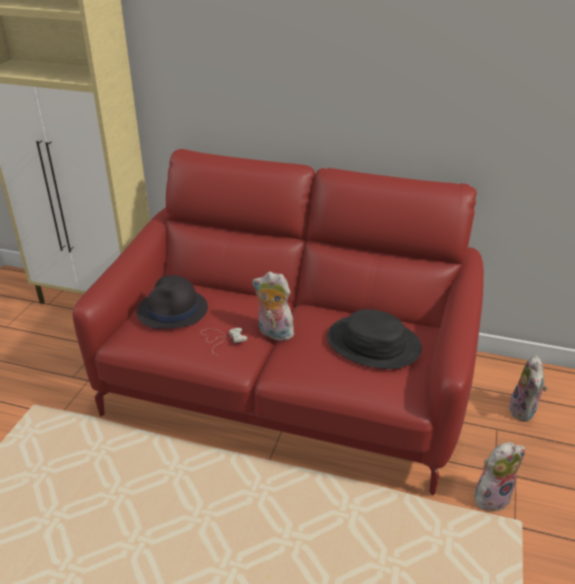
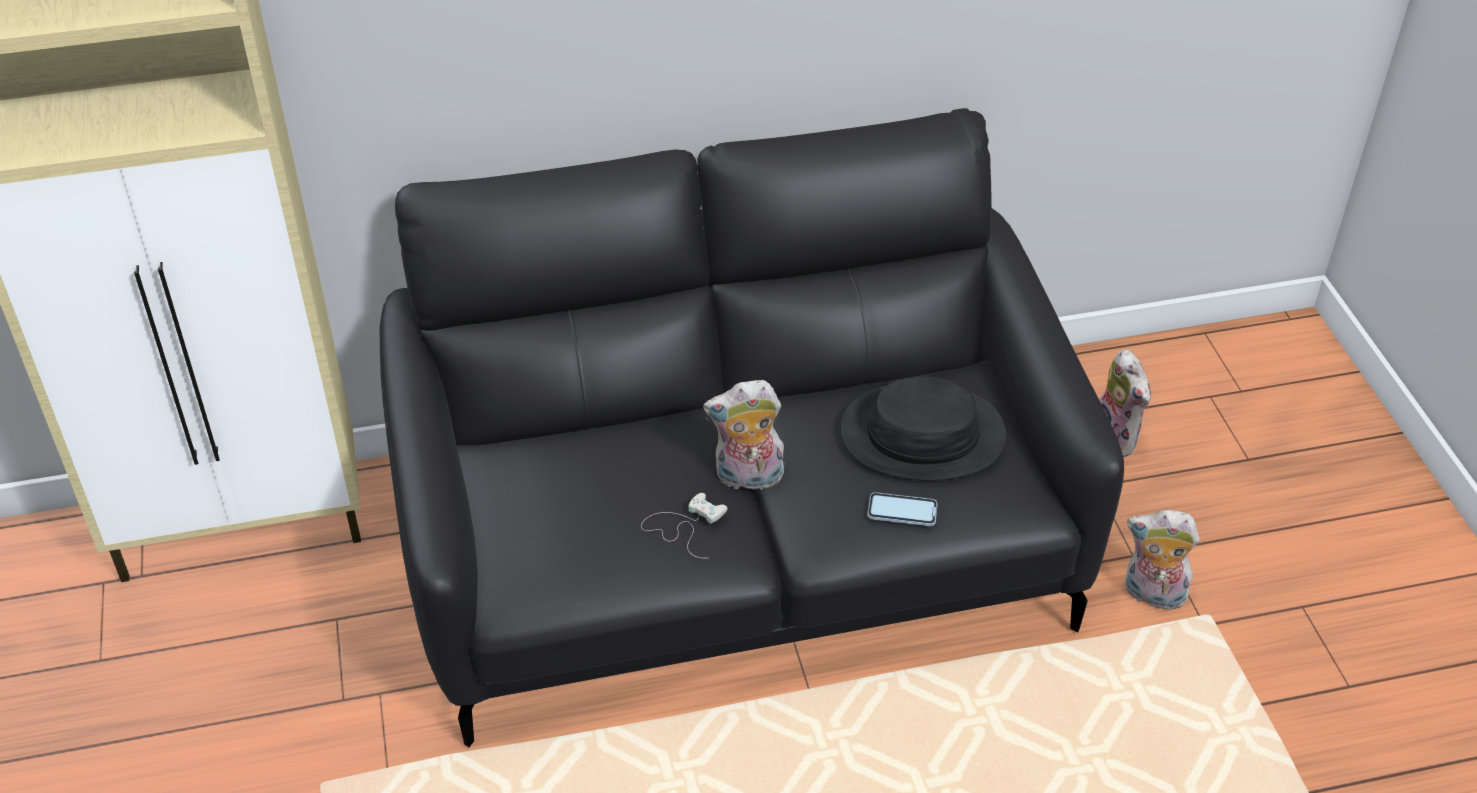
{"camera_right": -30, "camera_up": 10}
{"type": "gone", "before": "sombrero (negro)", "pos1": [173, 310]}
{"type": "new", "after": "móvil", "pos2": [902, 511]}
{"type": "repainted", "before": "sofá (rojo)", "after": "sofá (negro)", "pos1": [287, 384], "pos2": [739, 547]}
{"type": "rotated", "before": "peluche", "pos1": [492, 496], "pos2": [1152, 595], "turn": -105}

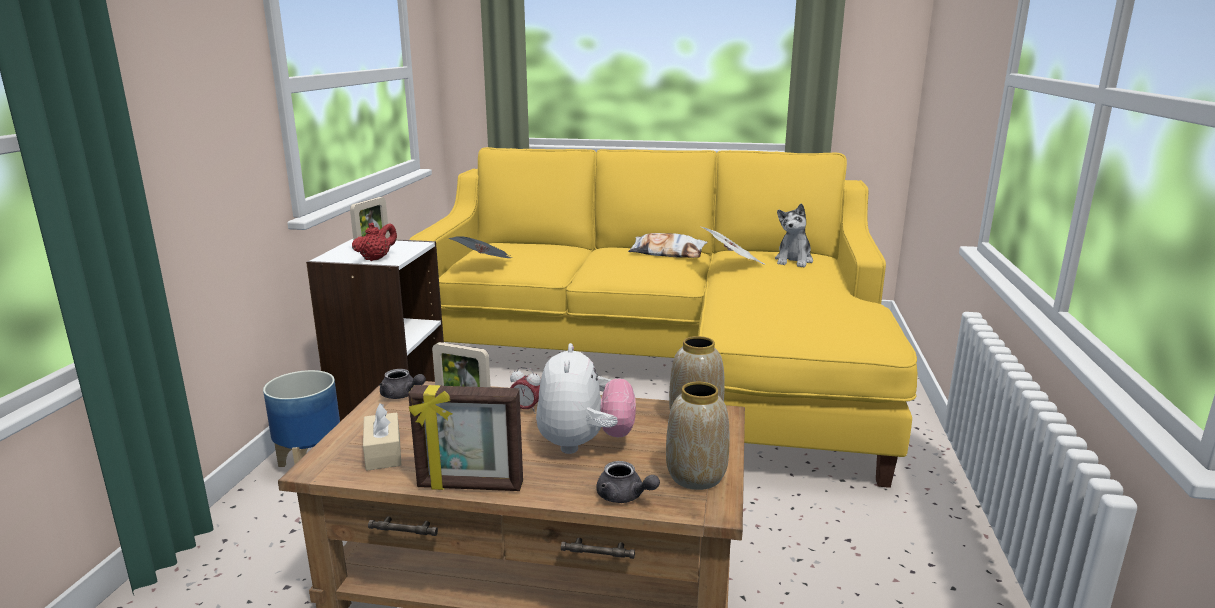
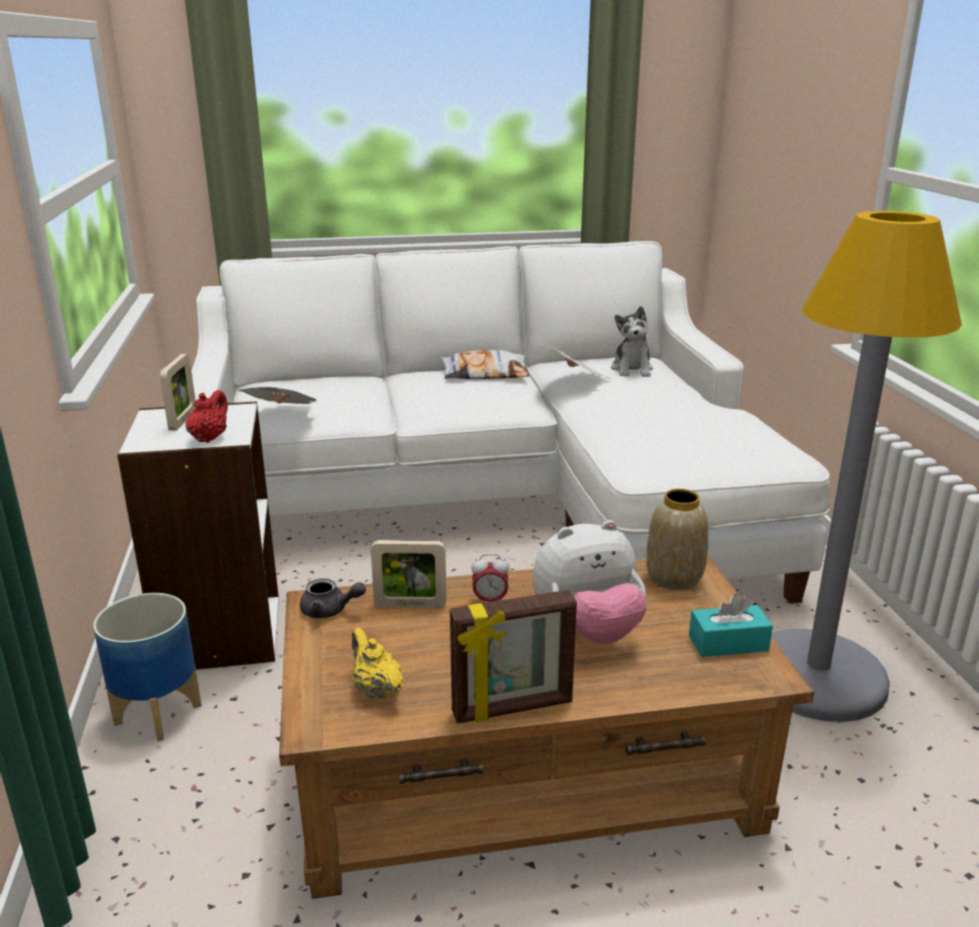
{"camera_right": -20, "camera_up": 5}
{"type": "gone", "before": "tetera (gris)", "pos1": [624, 497]}
{"type": "new", "after": "lámpara de pie (gris)", "pos2": [816, 677]}
{"type": "swapped", "before": "caja de pañuelos (beis)", "after": "tetera (amarillo)", "pos1": [383, 452], "pos2": [376, 689]}
{"type": "swapped", "before": "florero", "after": "caja de pañuelos (turquesa)", "pos1": [696, 476], "pos2": [728, 643]}
{"type": "repainted", "before": "sofá (amarillo)", "after": "sofá (blanco)", "pos1": [670, 362], "pos2": [501, 499]}
{"type": "rotated", "before": "peluche", "pos1": [584, 444], "pos2": [588, 630], "turn": 90}

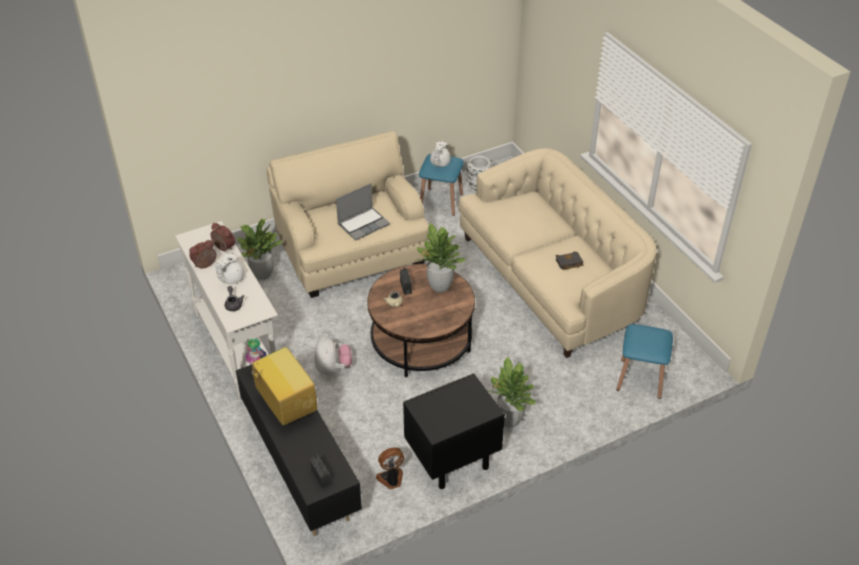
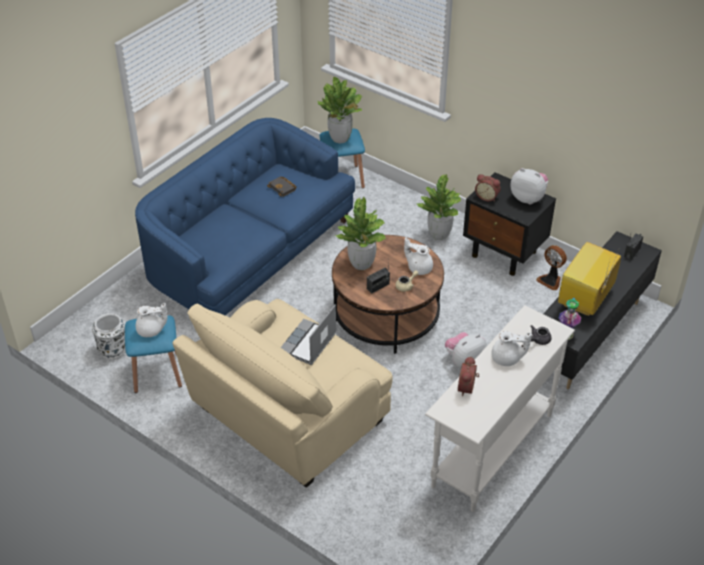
{"camera_right": -115, "camera_up": 0}
{"type": "new", "after": "tetera (blanco)", "pos2": [419, 268]}
{"type": "new", "after": "peluche", "pos2": [528, 198]}
{"type": "shifted", "before": "despertador", "pos1": [205, 265], "pos2": [487, 197]}
{"type": "shifted", "before": "planta en maceta", "pos1": [262, 274], "pos2": [340, 138]}
{"type": "repainted", "before": "sofá (beis)", "after": "sofá (azul)", "pos1": [551, 280], "pos2": [249, 254]}
{"type": "rotated", "before": "portátil", "pos1": [363, 224], "pos2": [308, 344], "turn": -90}

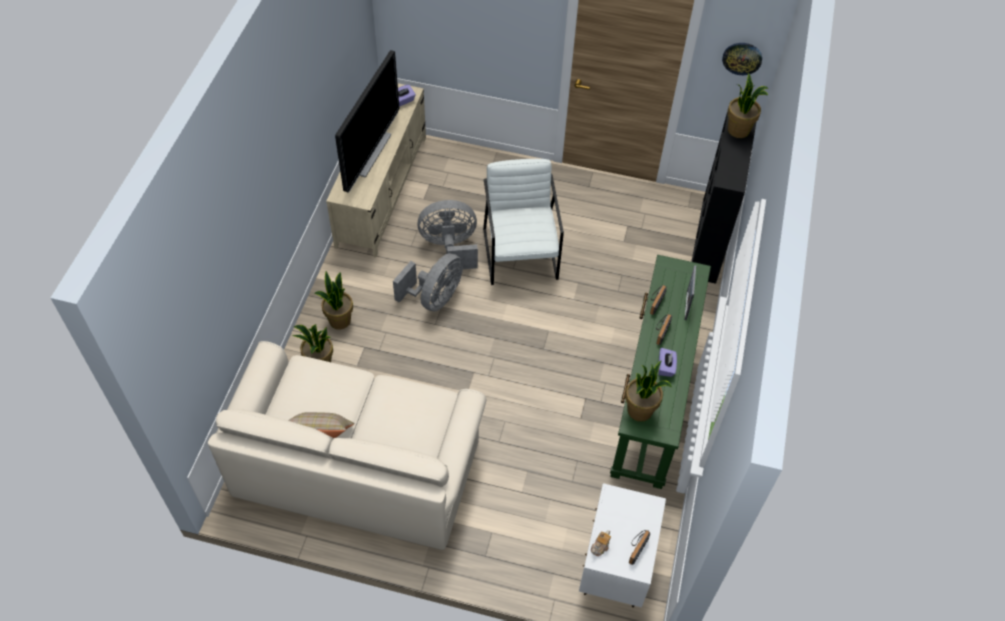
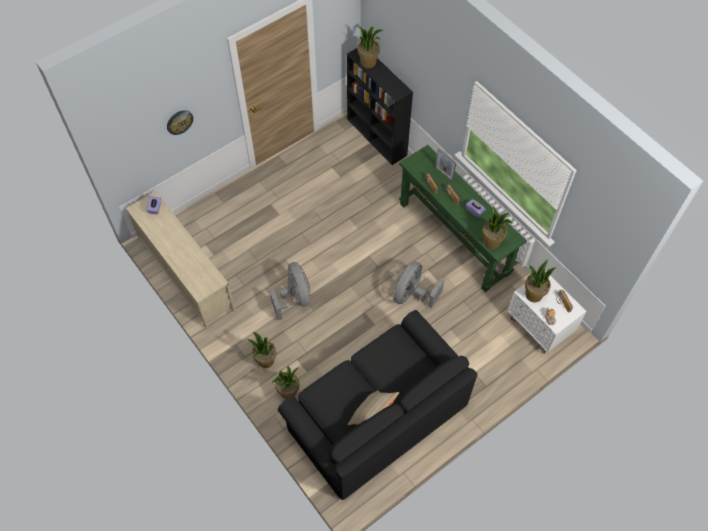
{"camera_right": -50, "camera_up": 5}
{"type": "gone", "before": "televisor", "pos1": [369, 153]}
{"type": "gone", "before": "sillón (blanco)", "pos1": [520, 253]}
{"type": "new", "after": "planta en maceta", "pos2": [533, 294]}
{"type": "shifted", "before": "ventilador (gris)", "pos1": [450, 247], "pos2": [412, 295]}
{"type": "shifted", "before": "reloj de pared", "pos1": [742, 58], "pos2": [179, 122]}
{"type": "repainted", "before": "sofá (beis)", "after": "sofá (negro)", "pos1": [357, 463], "pos2": [376, 415]}

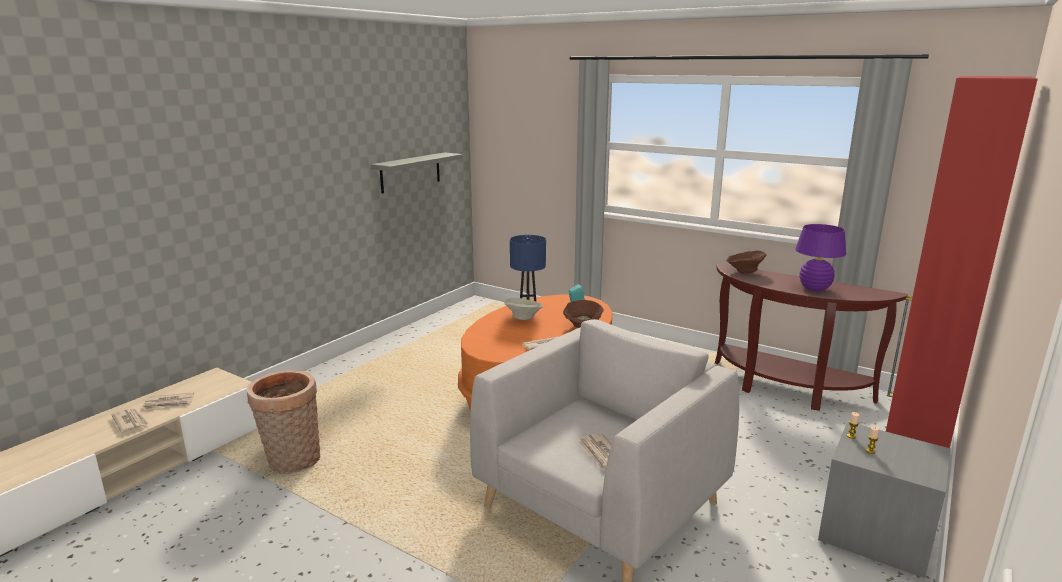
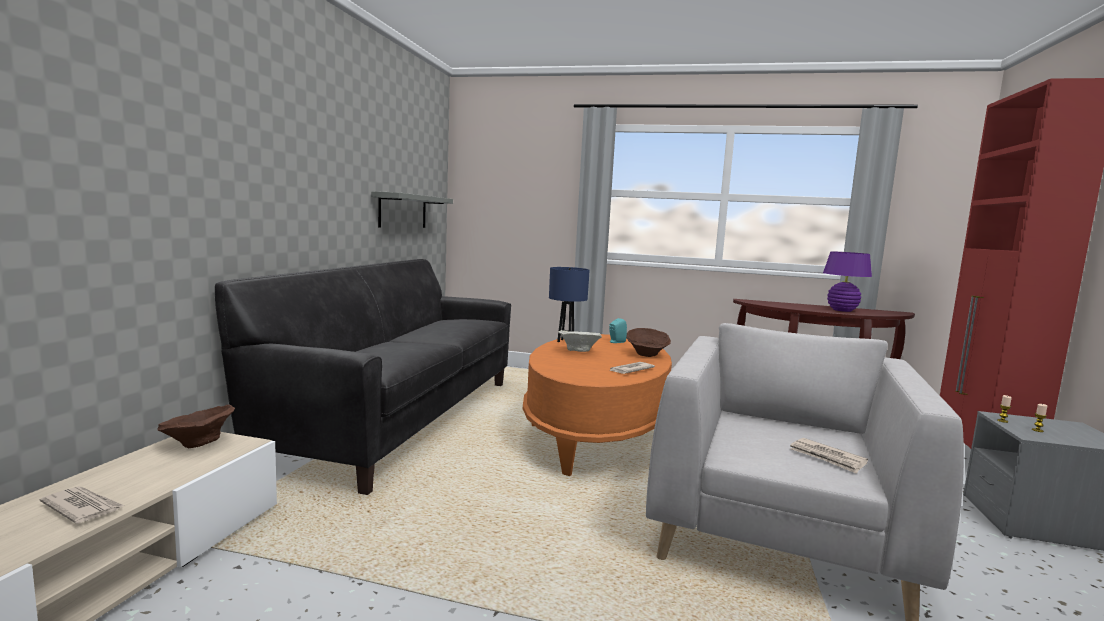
{"camera_right": -20, "camera_up": -10}
{"type": "gone", "before": "periódico", "pos1": [169, 403]}
{"type": "gone", "before": "cesta", "pos1": [292, 462]}
{"type": "new", "after": "sofá (negro)", "pos2": [401, 419]}
{"type": "shifted", "before": "cuenco (marrón)", "pos1": [744, 272], "pos2": [198, 444]}

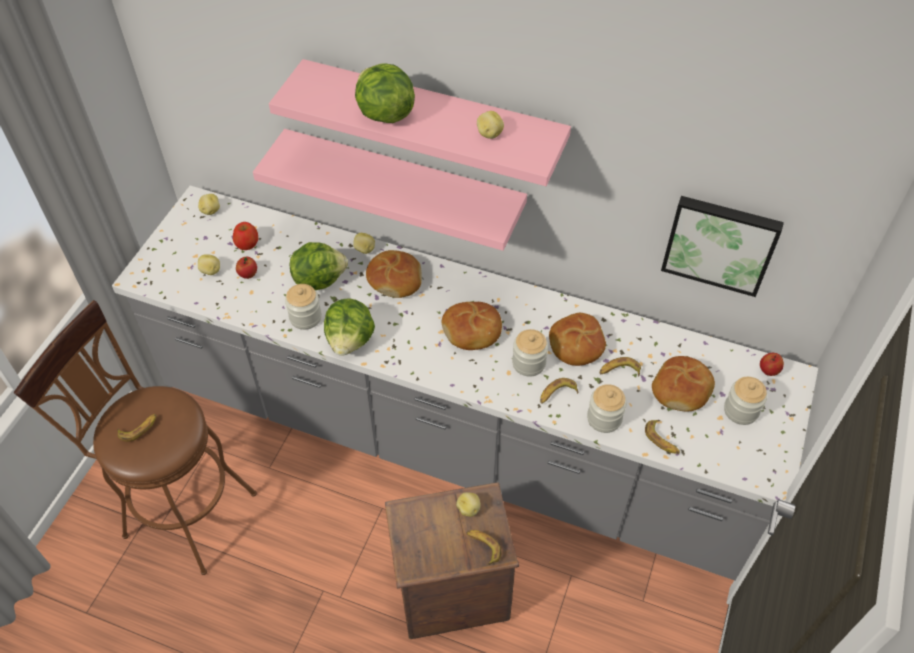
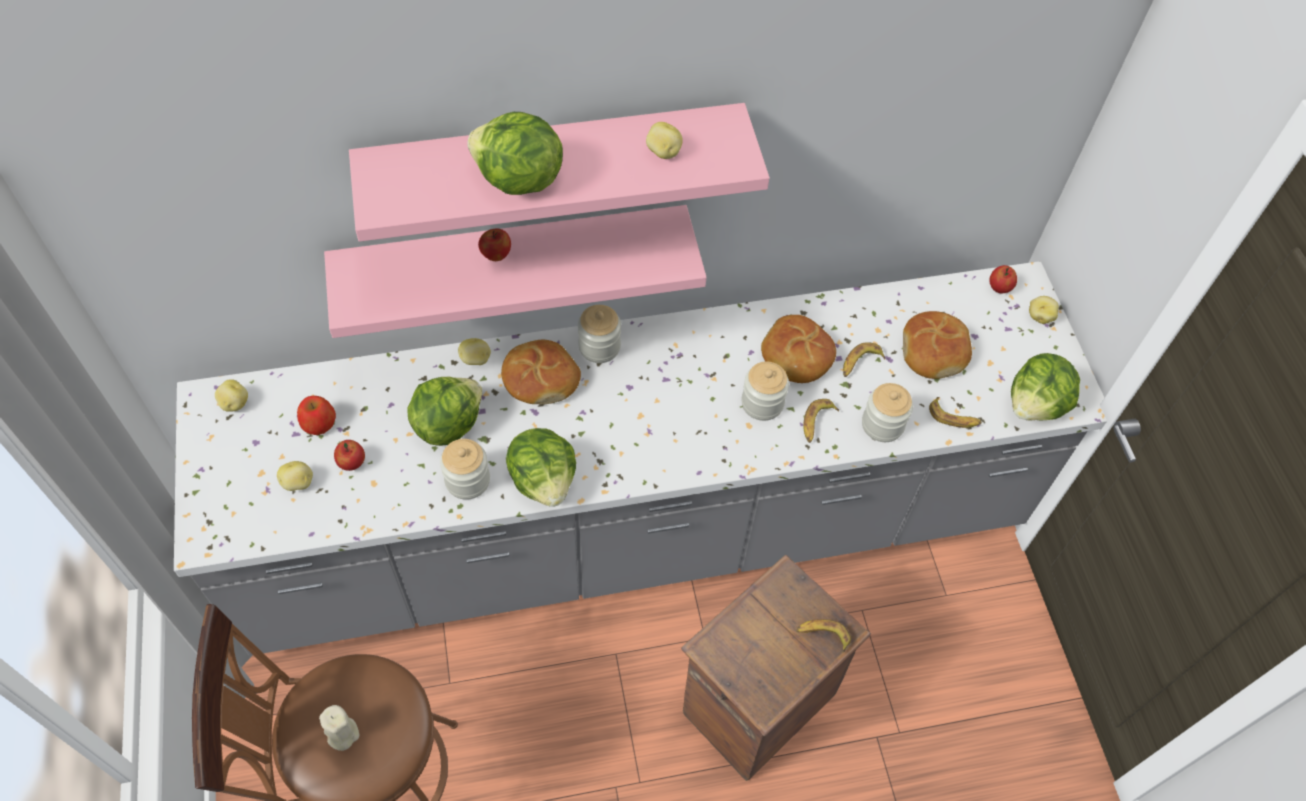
{"camera_right": -35, "camera_up": 5}
{"type": "gone", "before": "pan", "pos1": [472, 331]}
{"type": "gone", "before": "cuadro", "pos1": [720, 243]}
{"type": "new", "after": "manzana", "pos2": [496, 255]}
{"type": "new", "after": "lechuga", "pos2": [1035, 405]}
{"type": "shifted", "before": "patata", "pos1": [468, 508], "pos2": [1040, 316]}
{"type": "shifted", "before": "tarro", "pos1": [741, 410], "pos2": [599, 346]}
{"type": "swapped", "before": "plátano", "after": "vela (beis)", "pos1": [139, 429], "pos2": [342, 733]}

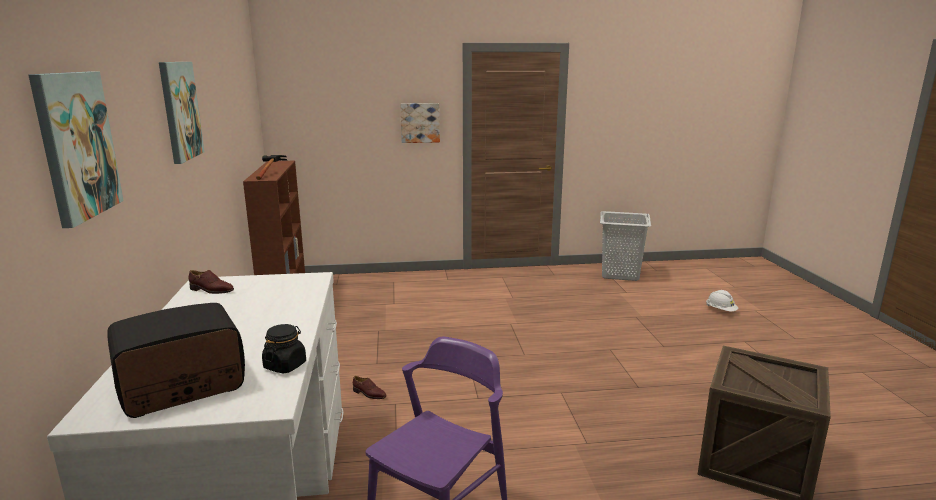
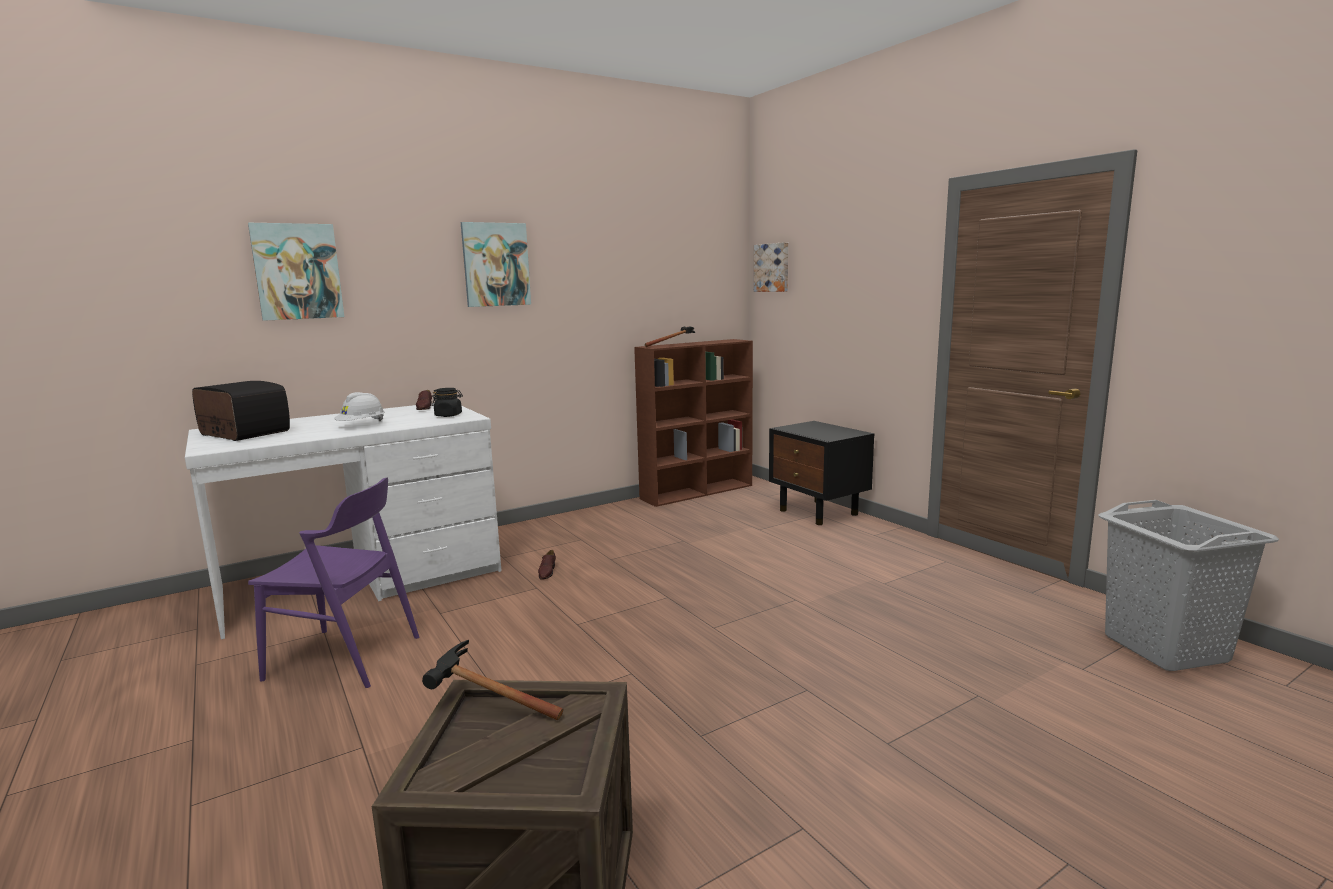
{"camera_right": 65, "camera_up": -5}
{"type": "new", "after": "martillo", "pos2": [482, 705]}
{"type": "new", "after": "mesita de noche (negro)", "pos2": [819, 512]}
{"type": "shifted", "before": "tarro (negro)", "pos1": [285, 365], "pos2": [448, 415]}
{"type": "shifted", "before": "cuadro", "pos1": [420, 122], "pos2": [772, 267]}
{"type": "shifted", "before": "casco (blanco)", "pos1": [721, 310], "pos2": [361, 425]}

